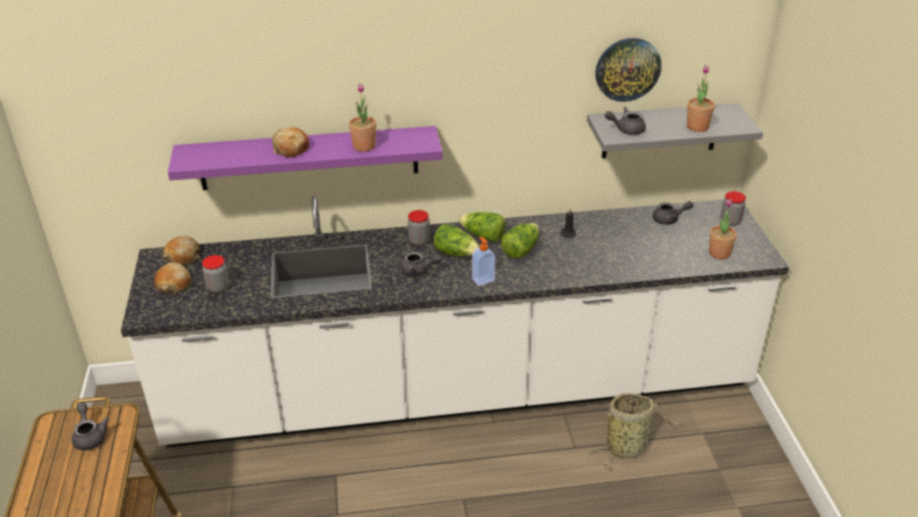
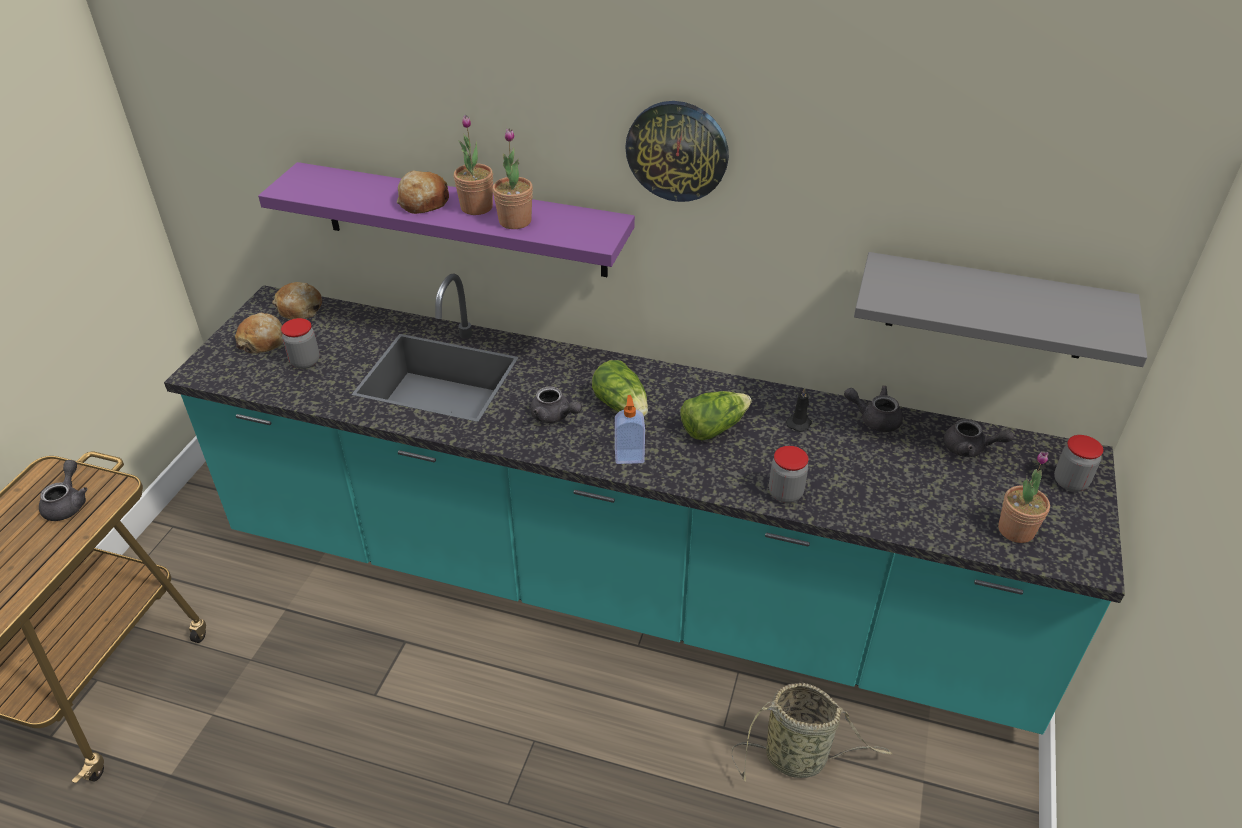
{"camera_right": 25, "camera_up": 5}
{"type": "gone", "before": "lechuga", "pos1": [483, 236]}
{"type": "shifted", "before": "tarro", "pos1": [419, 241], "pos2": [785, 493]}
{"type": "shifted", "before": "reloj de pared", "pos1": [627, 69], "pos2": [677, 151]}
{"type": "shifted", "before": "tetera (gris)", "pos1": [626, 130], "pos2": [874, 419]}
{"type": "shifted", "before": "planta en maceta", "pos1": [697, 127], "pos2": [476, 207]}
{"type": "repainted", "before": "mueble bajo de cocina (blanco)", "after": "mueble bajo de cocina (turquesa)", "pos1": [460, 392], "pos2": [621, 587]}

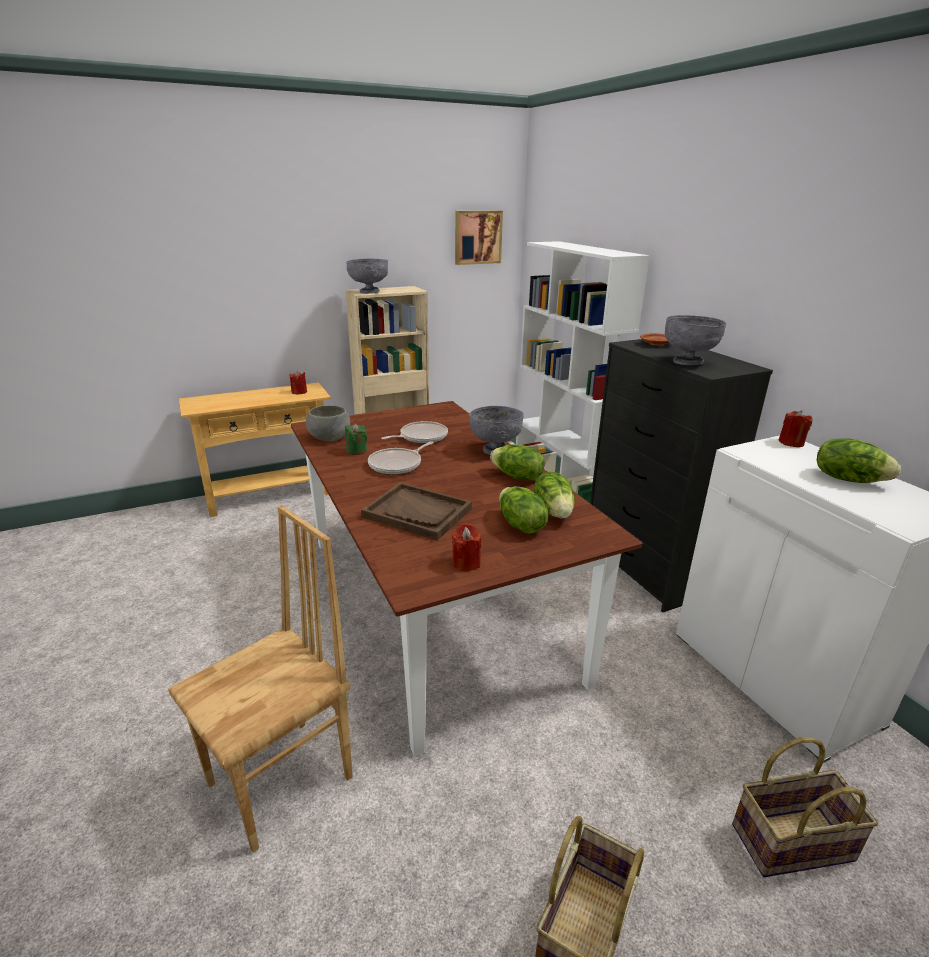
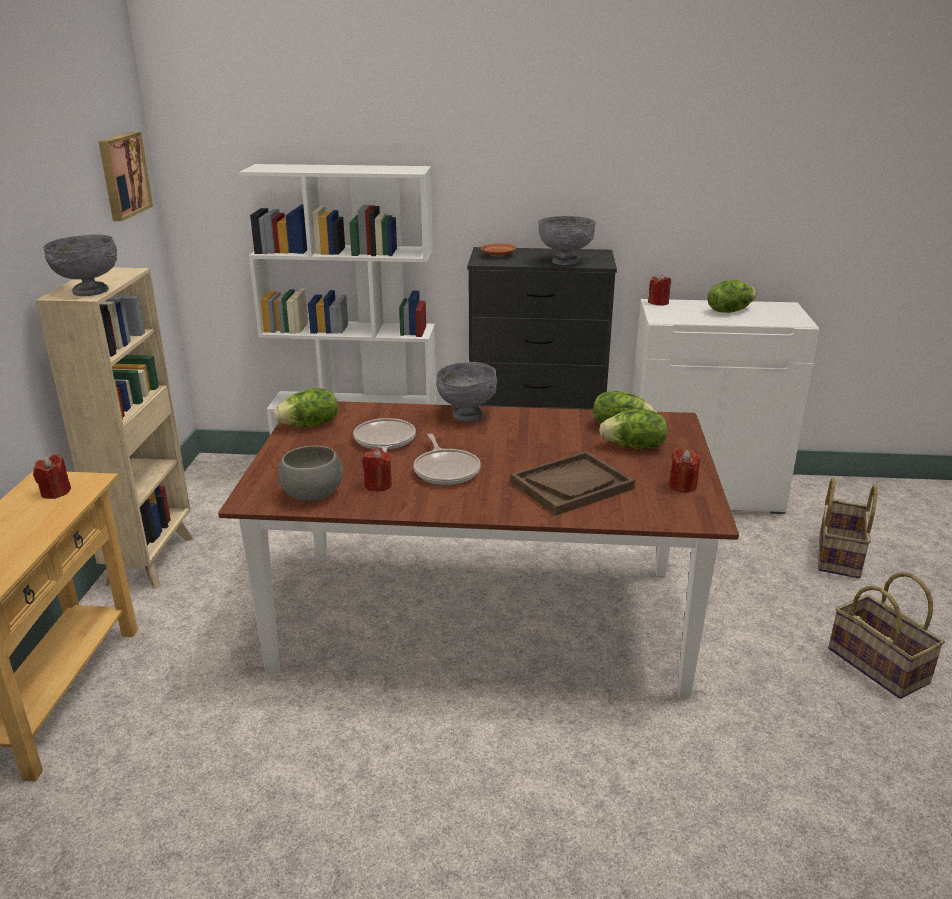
{"camera_right": -60, "camera_up": 0}
{"type": "gone", "before": "silla (marrón)", "pos1": [283, 781]}
{"type": "shifted", "before": "lechuga", "pos1": [517, 477], "pos2": [310, 425]}
{"type": "repainted", "before": "vela (verde)", "after": "vela (rojo)", "pos1": [356, 451], "pos2": [378, 485]}

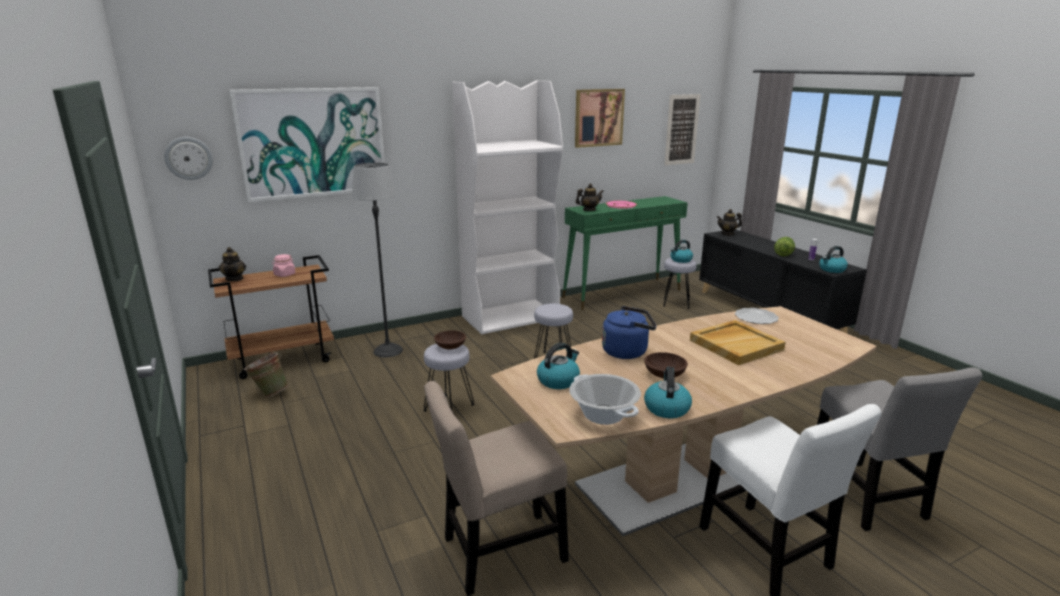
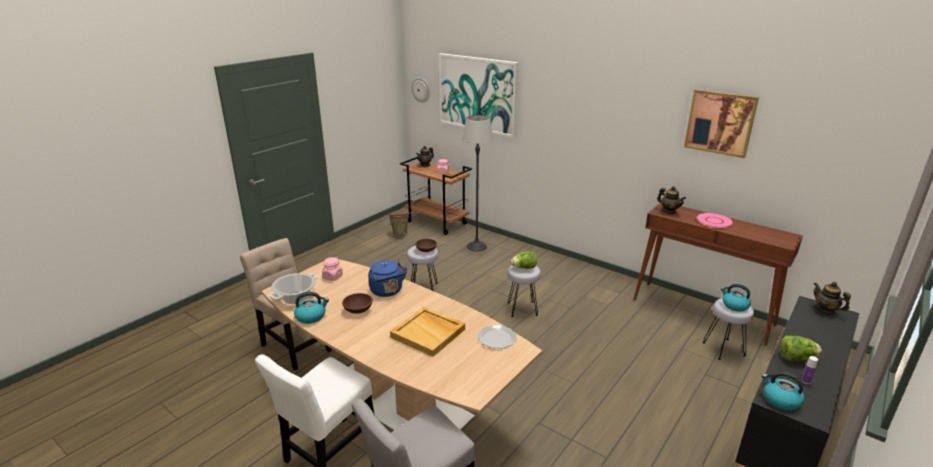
{"camera_right": 65, "camera_up": 5}
{"type": "gone", "before": "estantería (blanco)", "pos1": [511, 317]}
{"type": "gone", "before": "cuadro", "pos1": [681, 129]}
{"type": "new", "after": "lechuga", "pos2": [524, 268]}
{"type": "swapped", "before": "hervidor", "after": "tarro (rosa)", "pos1": [558, 380], "pos2": [332, 277]}
{"type": "repainted", "before": "mesa consola (verde)", "after": "mesa consola (marrón)", "pos1": [622, 293], "pos2": [703, 312]}

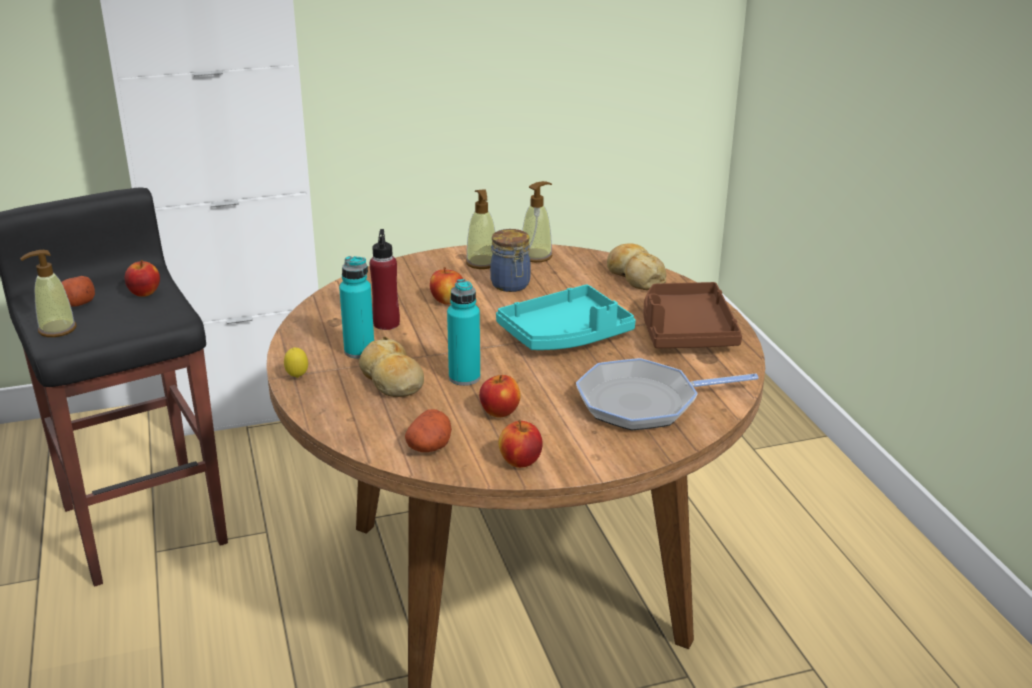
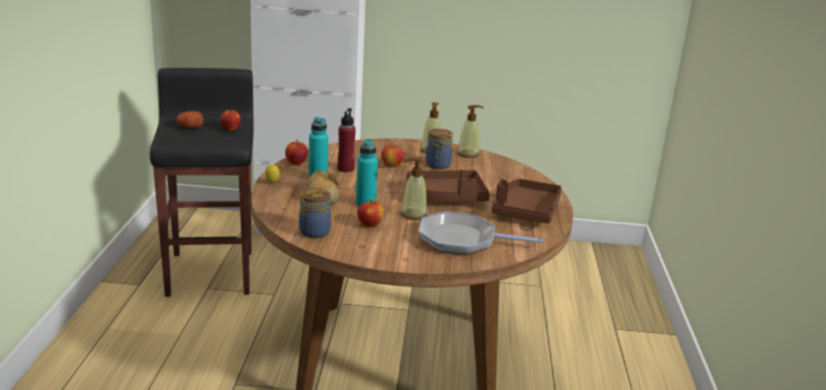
{"camera_right": 20, "camera_up": -5}
{"type": "gone", "before": "pan", "pos1": [635, 276]}
{"type": "shifted", "before": "dispensador de jabón", "pos1": [57, 329], "pos2": [413, 215]}
{"type": "shifted", "before": "manzana", "pos1": [520, 462], "pos2": [296, 163]}
{"type": "swapped", "before": "patata", "after": "tarro", "pos1": [429, 446], "pos2": [314, 231]}
{"type": "repainted", "before": "bandeja (turquesa)", "after": "bandeja (marrón)", "pos1": [565, 335], "pos2": [447, 197]}

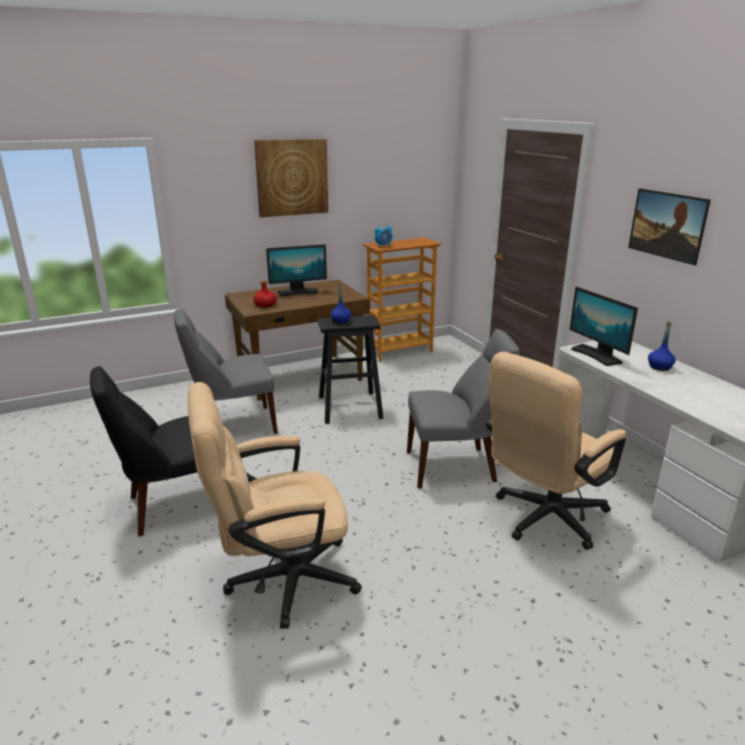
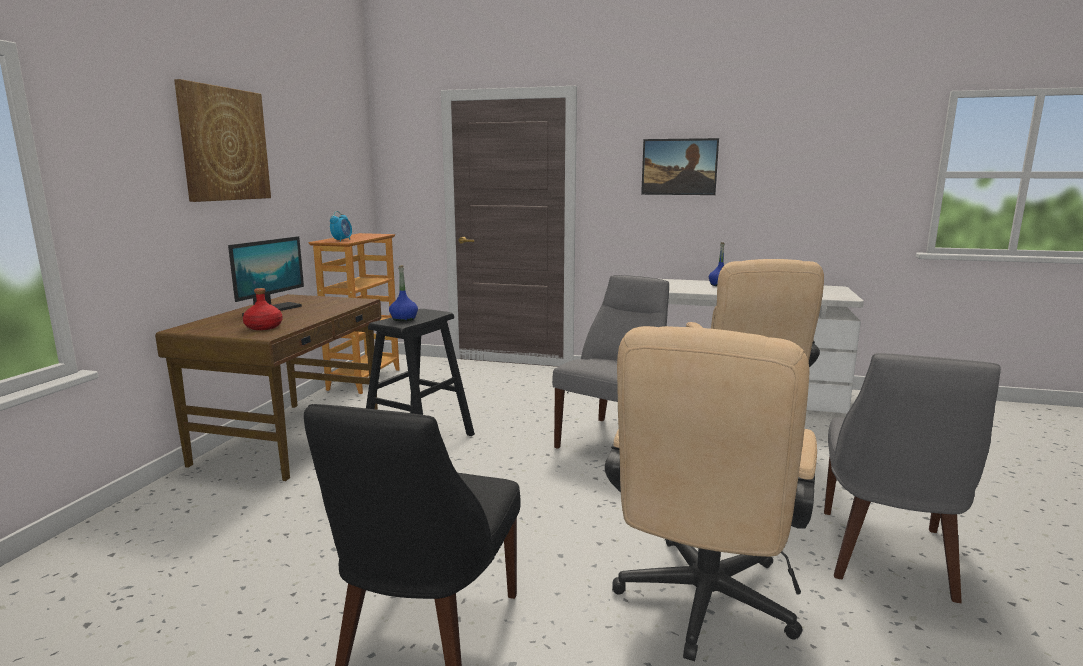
{"camera_right": -50, "camera_up": -10}
{"type": "gone", "before": "monitor", "pos1": [597, 355]}
{"type": "shifted", "before": "silla (gris)", "pos1": [233, 426], "pos2": [886, 557]}

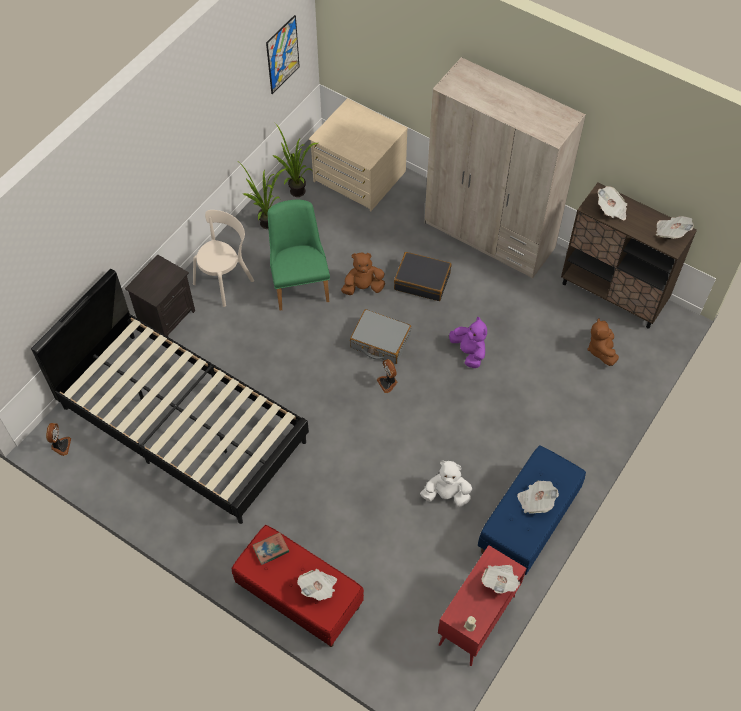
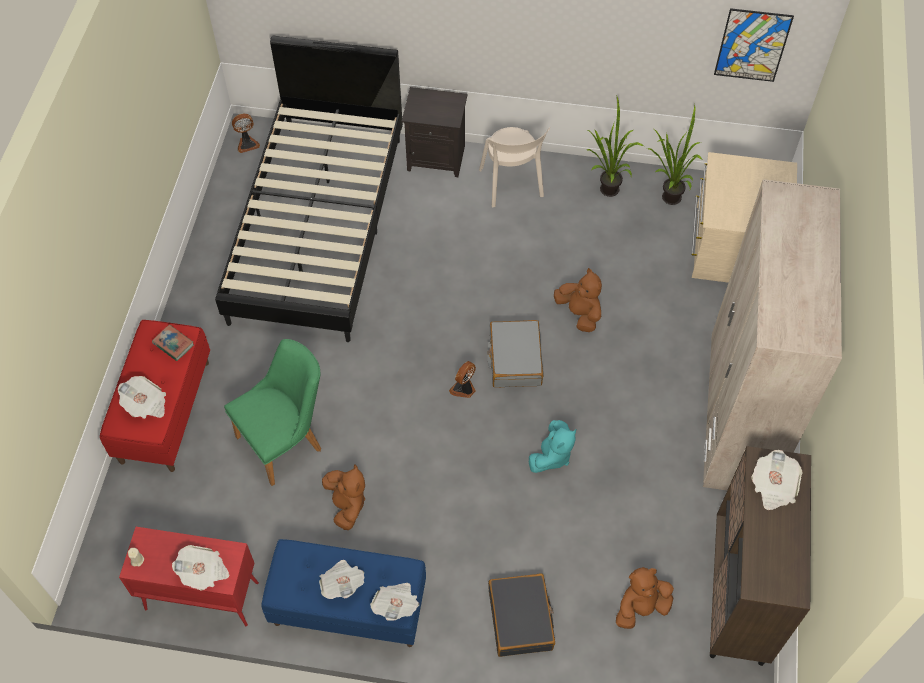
{"camera_right": 65, "camera_up": 0}
{"type": "shifted", "before": "silla (verde)", "pos1": [299, 283], "pos2": [286, 440]}
{"type": "shifted", "before": "maleta (negro)", "pos1": [422, 281], "pos2": [521, 619]}
{"type": "shifted", "before": "periódico", "pos1": [671, 232], "pos2": [396, 605]}
{"type": "repainted", "before": "peluche (blanco)", "after": "peluche (marrón)", "pos1": [446, 494], "pos2": [347, 505]}
{"type": "repainted", "before": "peluche (morado)", "after": "peluche (turquesa)", "pos1": [469, 352], "pos2": [552, 456]}
{"type": "rotated", "before": "silla (beis)", "pos1": [225, 280], "pos2": [512, 185], "turn": 60}

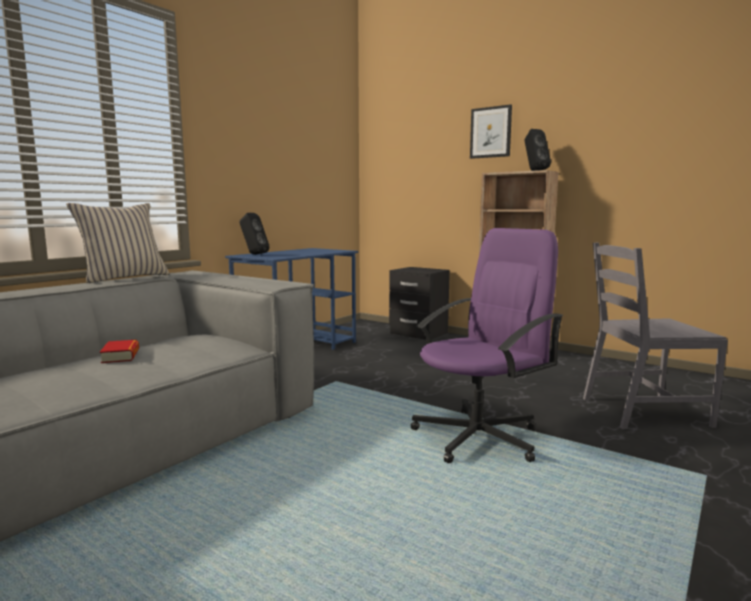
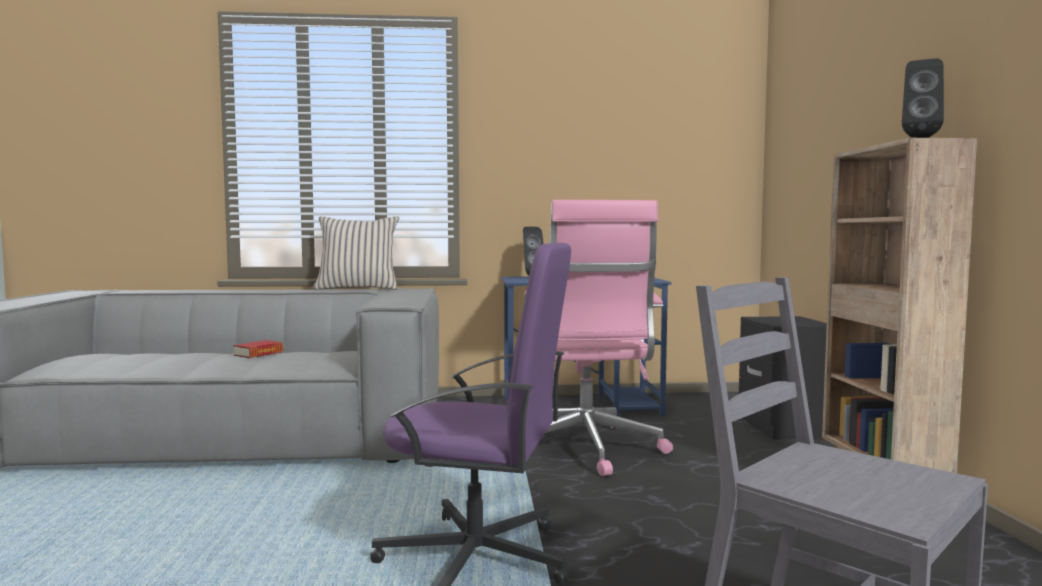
{"camera_right": 50, "camera_up": -5}
{"type": "gone", "before": "cuadro", "pos1": [490, 132]}
{"type": "new", "after": "silla de oficina (rosa)", "pos2": [586, 449]}

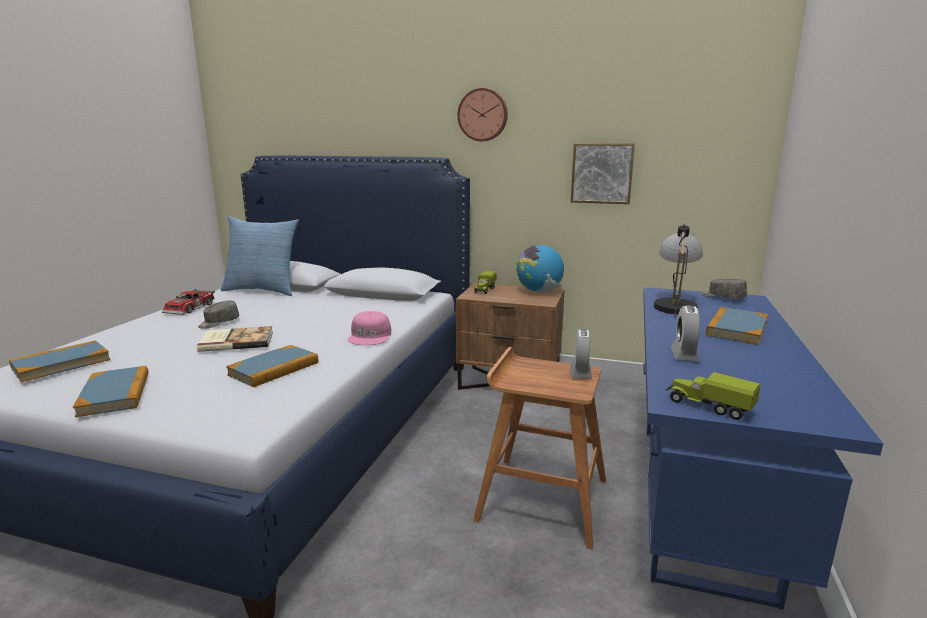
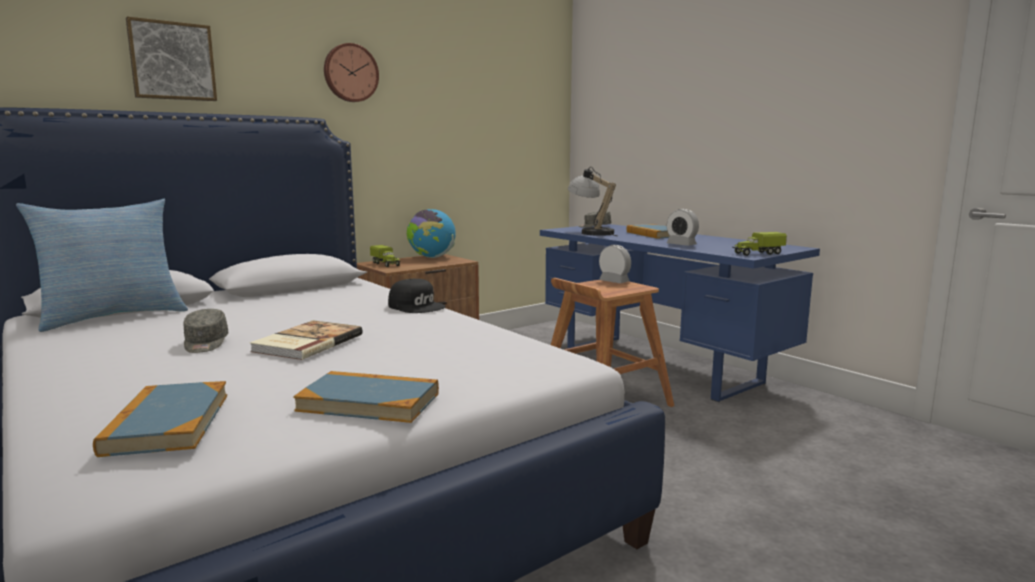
{"camera_right": -55, "camera_up": -5}
{"type": "gone", "before": "coche de juguete", "pos1": [191, 308]}
{"type": "gone", "before": "libro", "pos1": [274, 369]}
{"type": "shifted", "before": "cuadro", "pos1": [602, 173], "pos2": [172, 61]}
{"type": "repainted", "before": "gorra (rosa)", "after": "gorra (negro)", "pos1": [370, 336], "pos2": [417, 306]}

